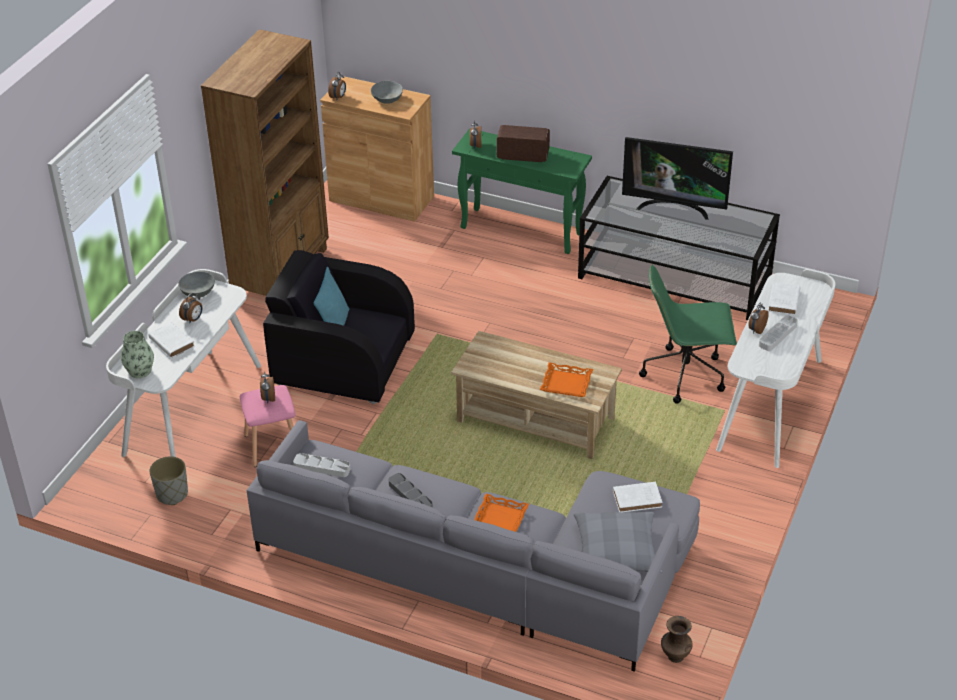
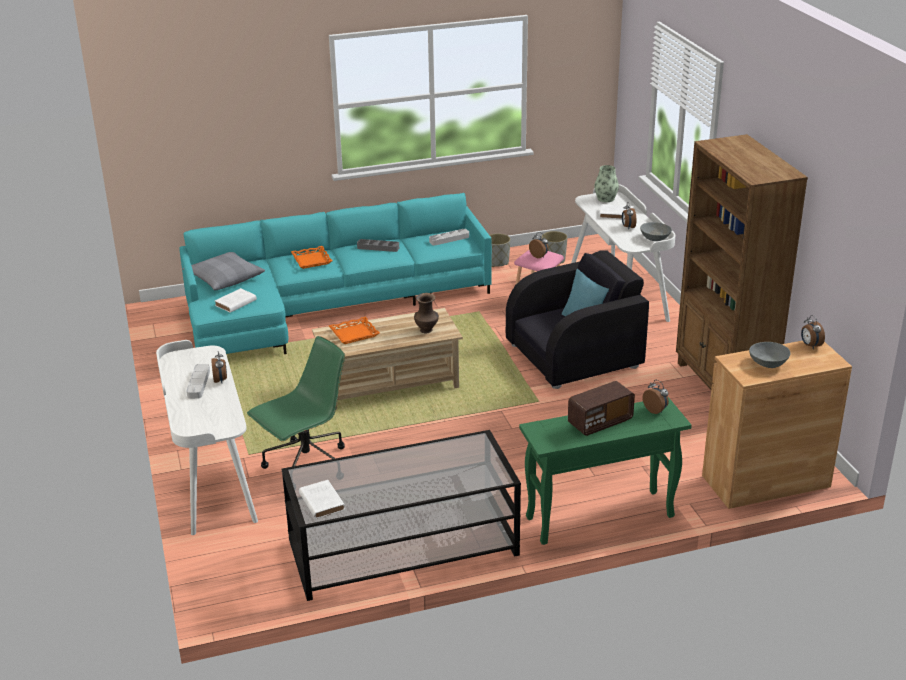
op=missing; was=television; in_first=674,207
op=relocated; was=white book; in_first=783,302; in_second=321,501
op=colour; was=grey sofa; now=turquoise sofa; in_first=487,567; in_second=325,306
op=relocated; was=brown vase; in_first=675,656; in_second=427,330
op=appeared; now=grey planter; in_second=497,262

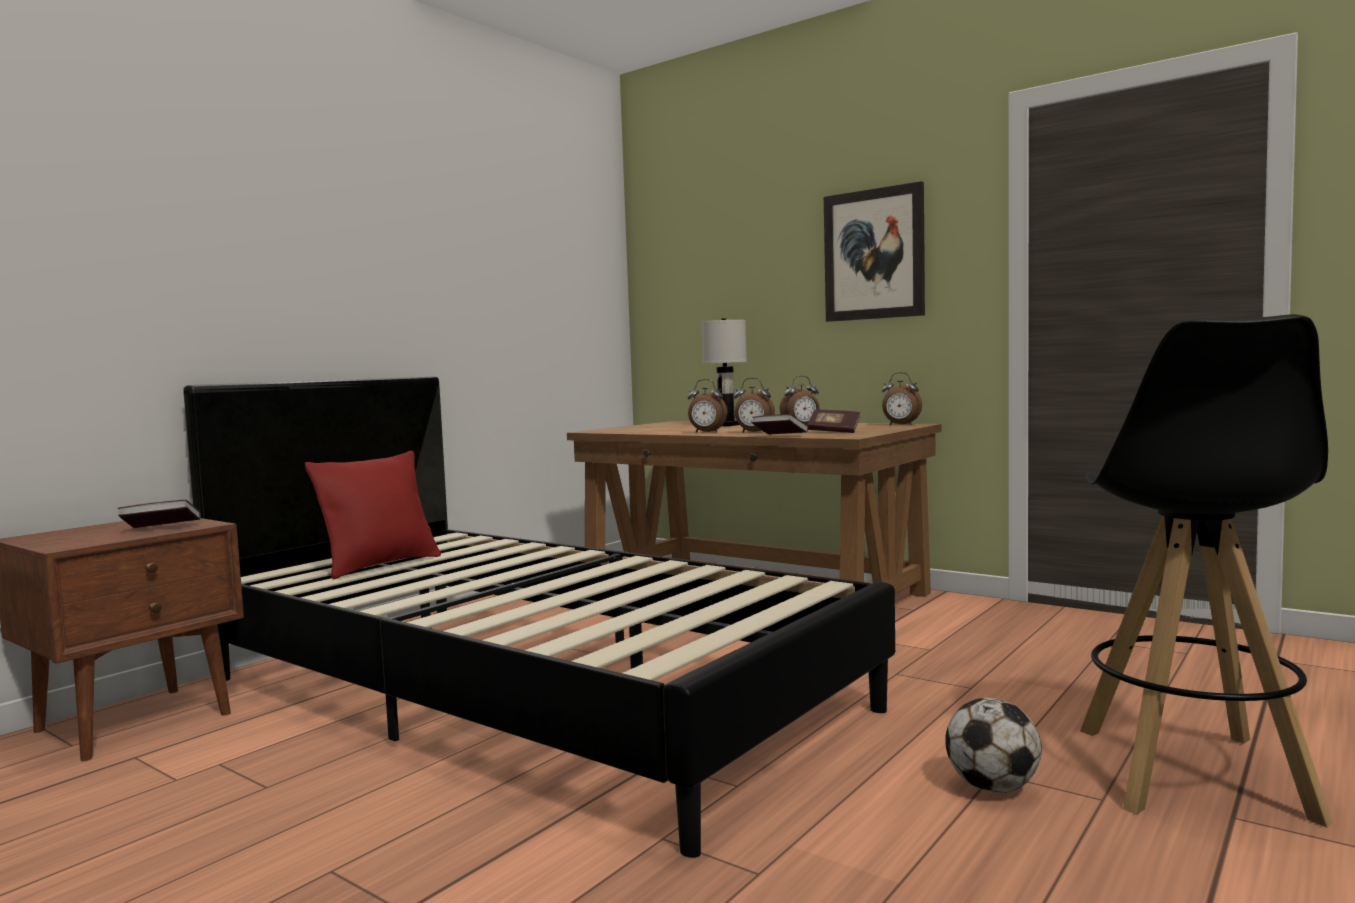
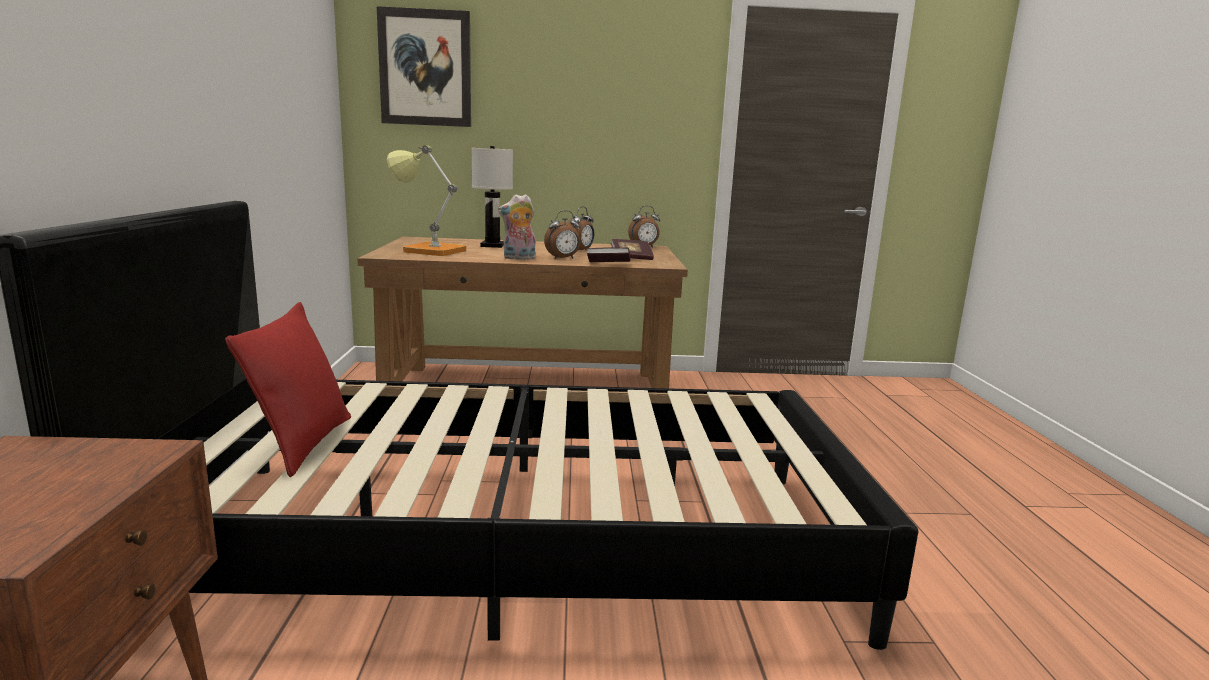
op=relocated; was=picture; in_first=874,254; in_second=425,68
op=missing; was=black stool; in_first=1192,774
op=exchanged; was=alarm clock; now=plush toy; in_first=706,432; in_second=519,258
op=missing; was=book; in_first=161,528
op=missing; was=football; in_first=992,787
op=appeared; now=table lamp; in_second=427,250

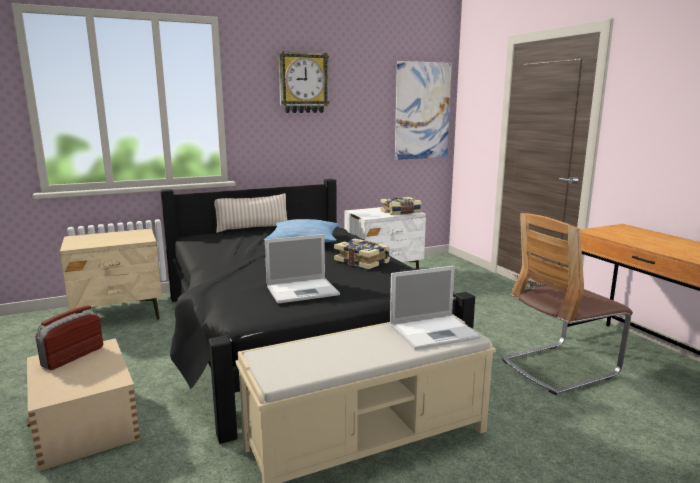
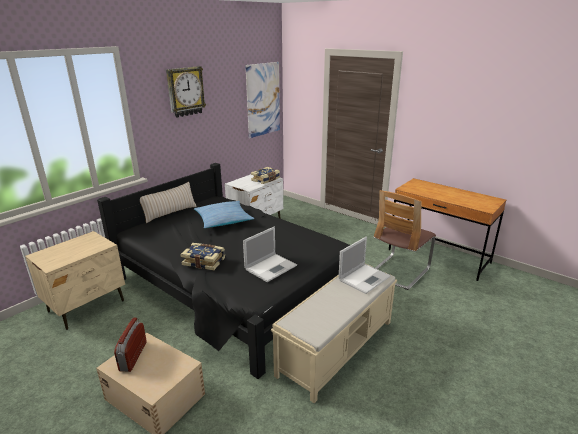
op=relocated; was=book; in_first=362,261; in_second=204,261

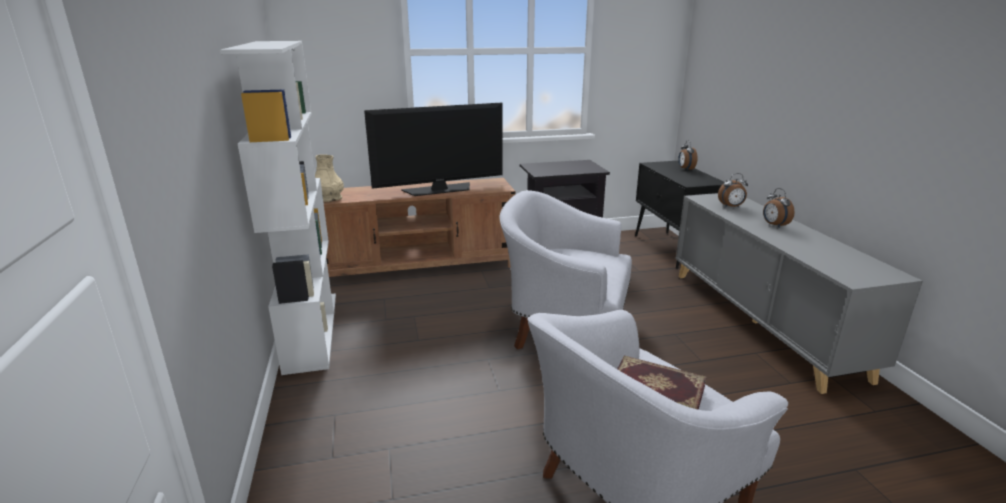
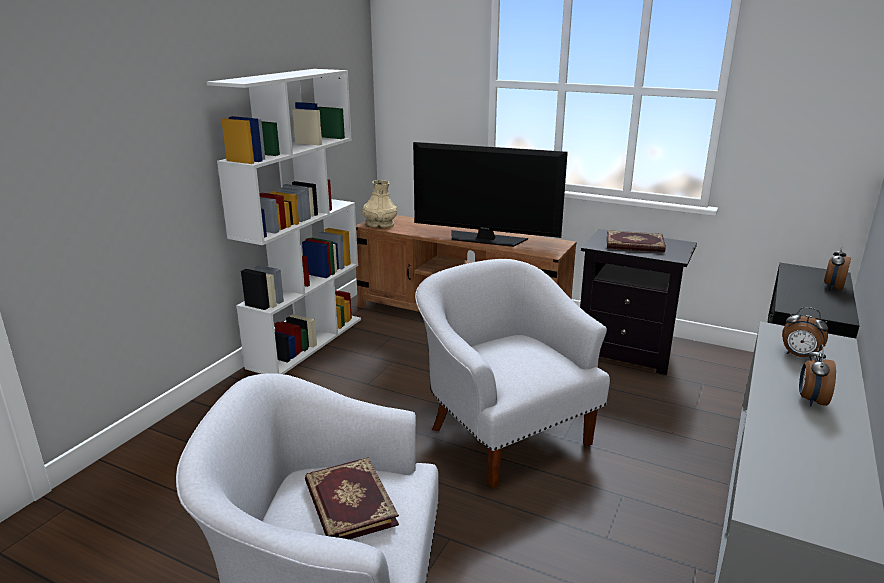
op=appeared; now=book; in_second=634,245

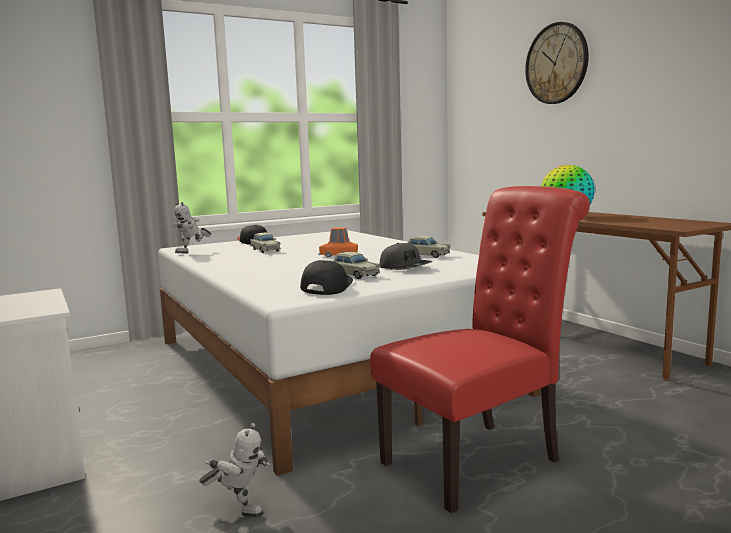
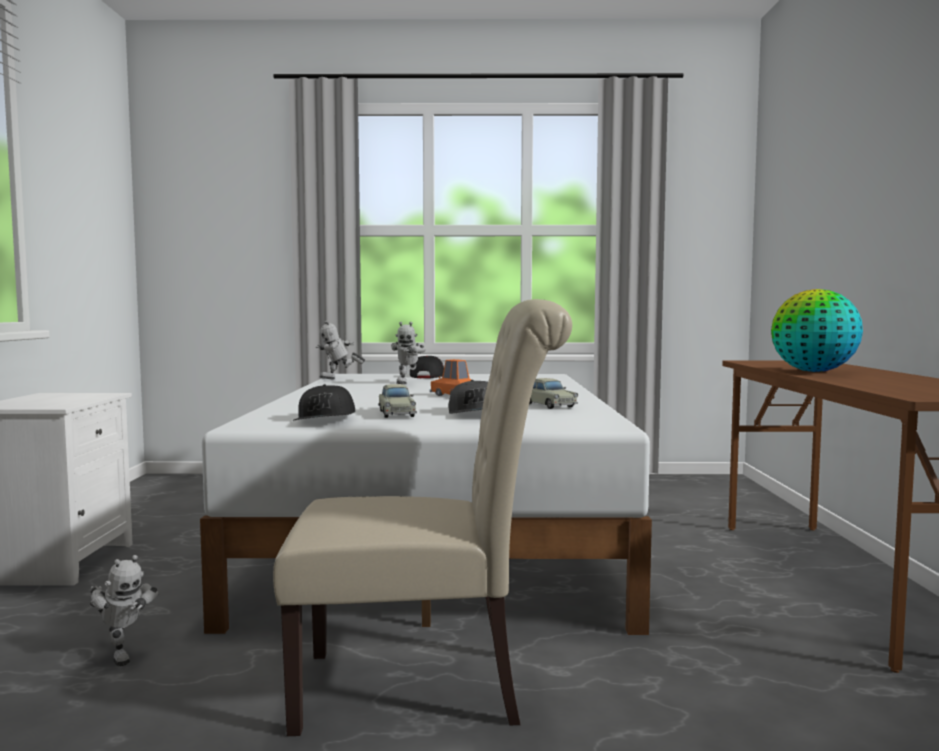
op=missing; was=wall clock; in_first=556,63
op=colour; was=red chair; now=beige chair; in_first=480,459; in_second=425,687
op=exchanged; was=beige toy car; now=toy robot; in_first=265,250; in_second=408,383
op=spun; was=black cap; in_first=326,287; in_second=326,420; clockwise=135

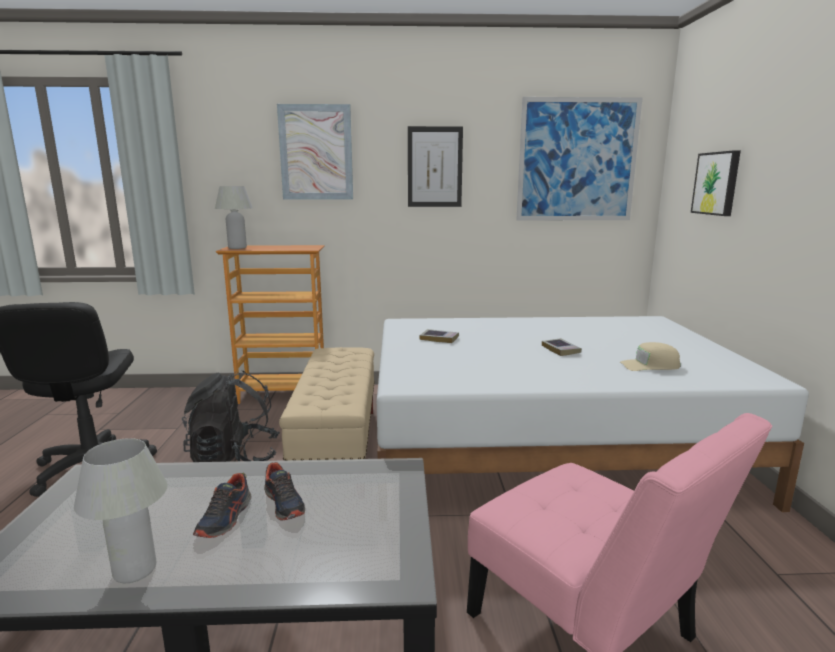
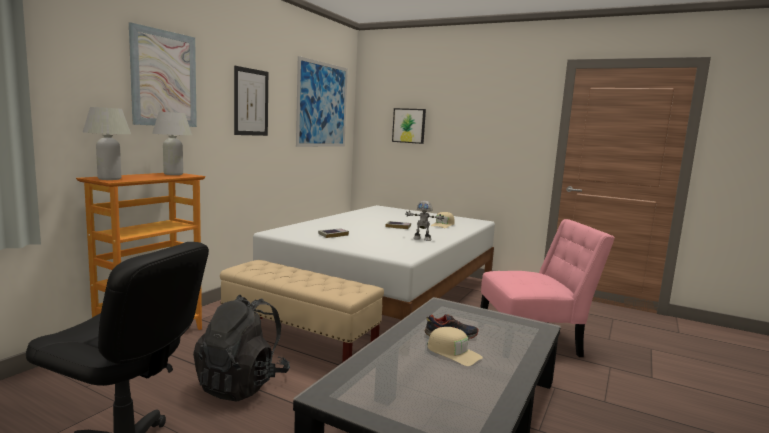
op=relocated; was=white table lamp; in_first=135,570; in_second=173,174
op=exchanged; was=shoe; now=beige cap; in_first=225,519; in_second=453,353
op=appeared; now=toy robot; in_second=422,239

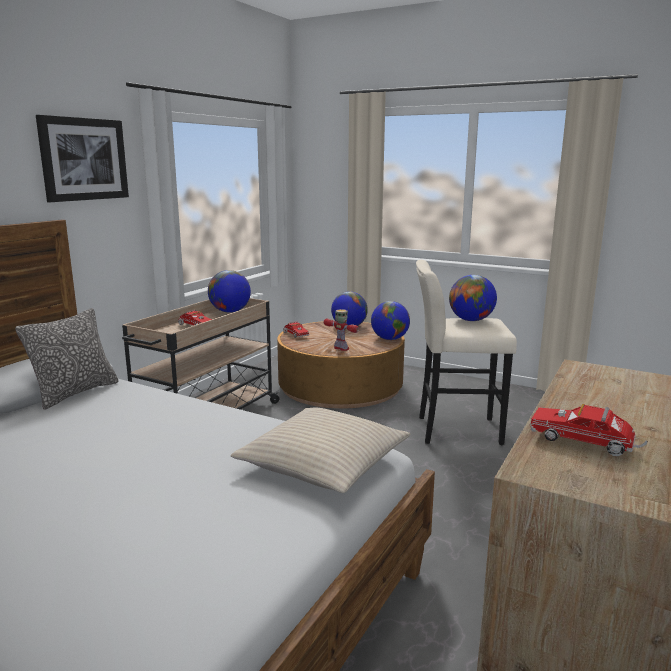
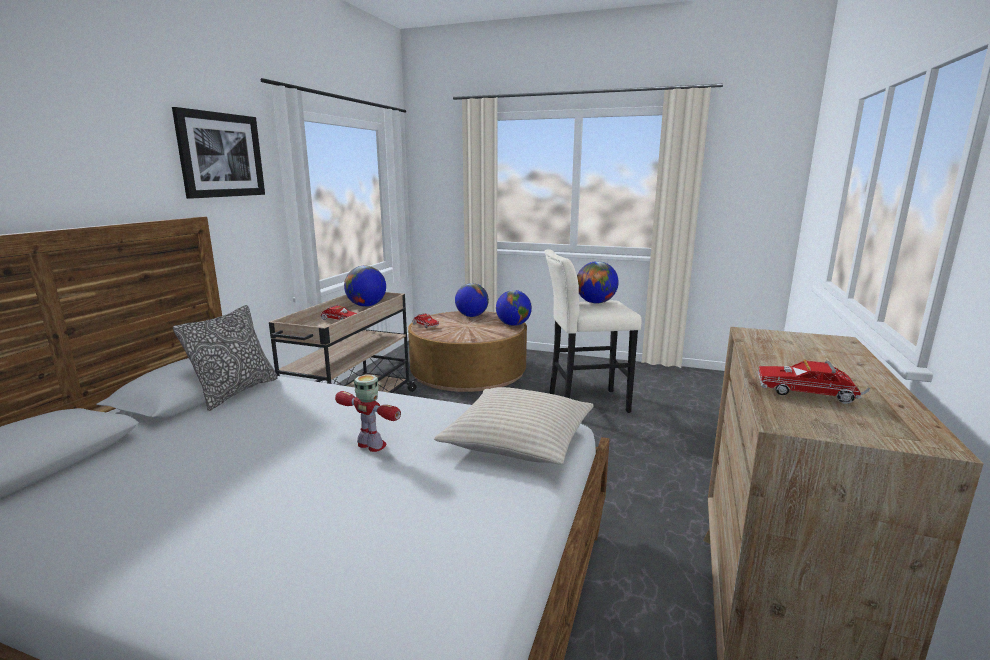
op=relocated; was=toy robot; in_first=341,348; in_second=372,446

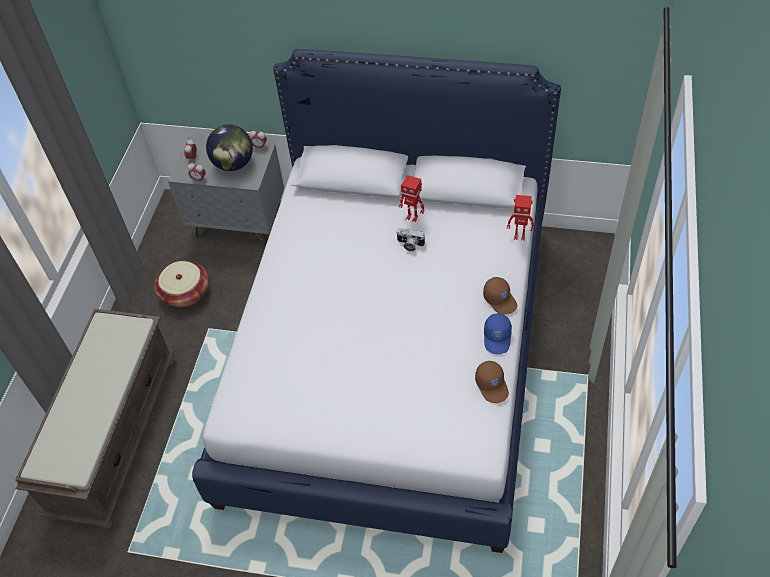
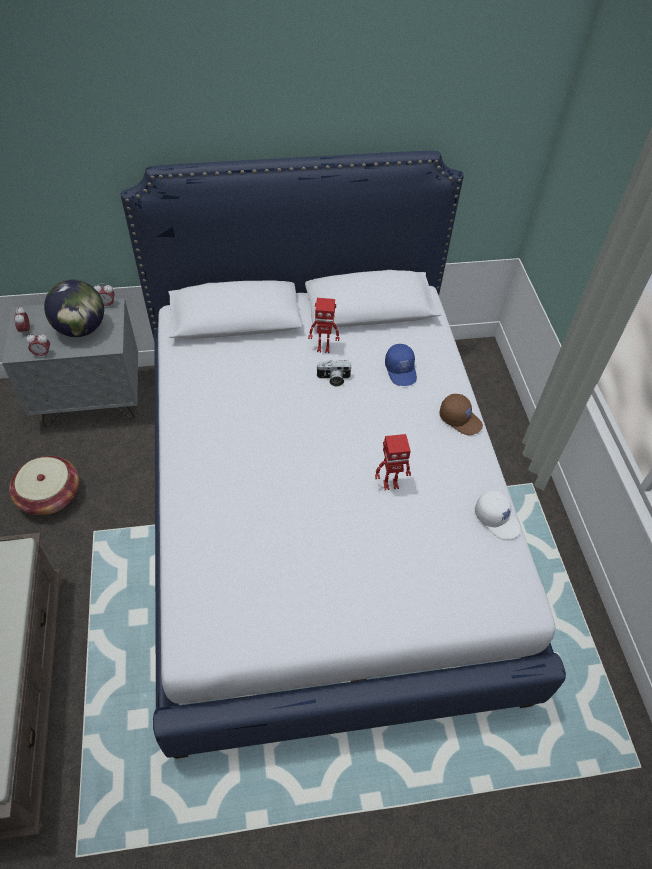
op=relocated; was=toy robot; in_first=519,236; in_second=390,484
op=relocated; was=blue cap; in_first=498,338; in_second=401,370
op=colour; was=brown cap; now=white cap; in_first=492,385; in_second=497,519

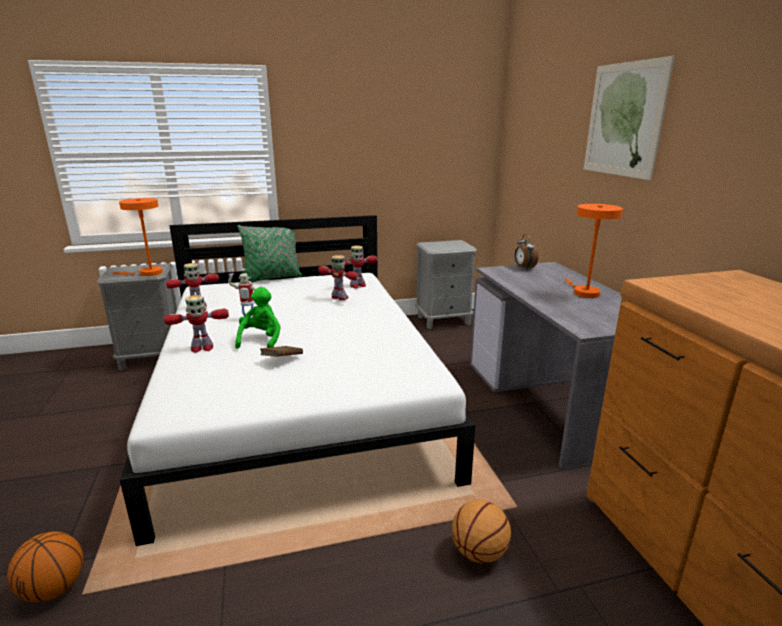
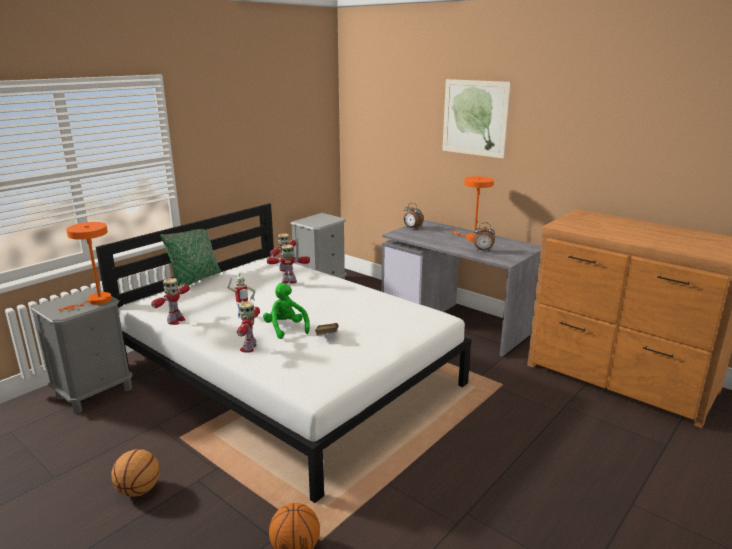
op=spun; was=toy robot; in_first=201,348; in_second=249,347; clockwise=150
op=relocated; was=basketball; in_first=479,553; in_second=139,490
op=appeared; now=alarm clock; in_second=483,250

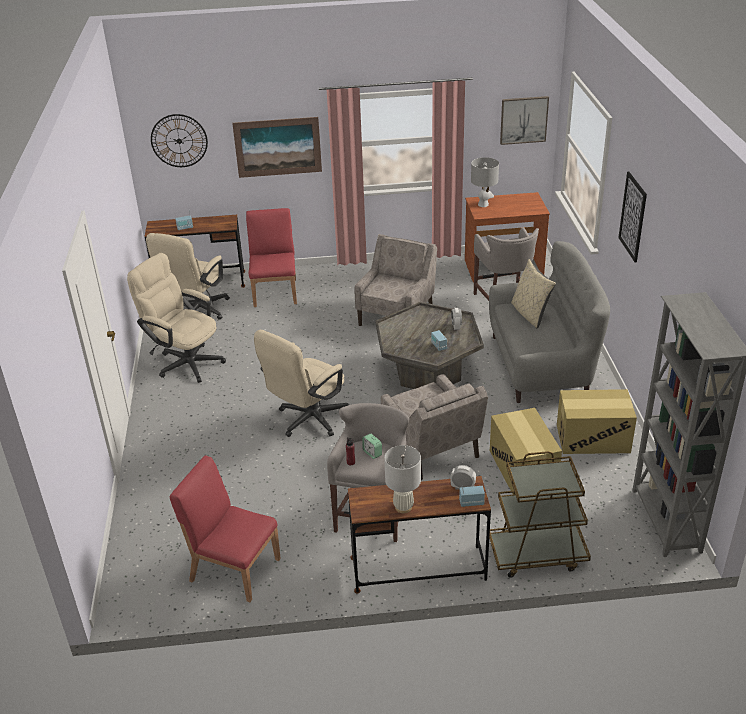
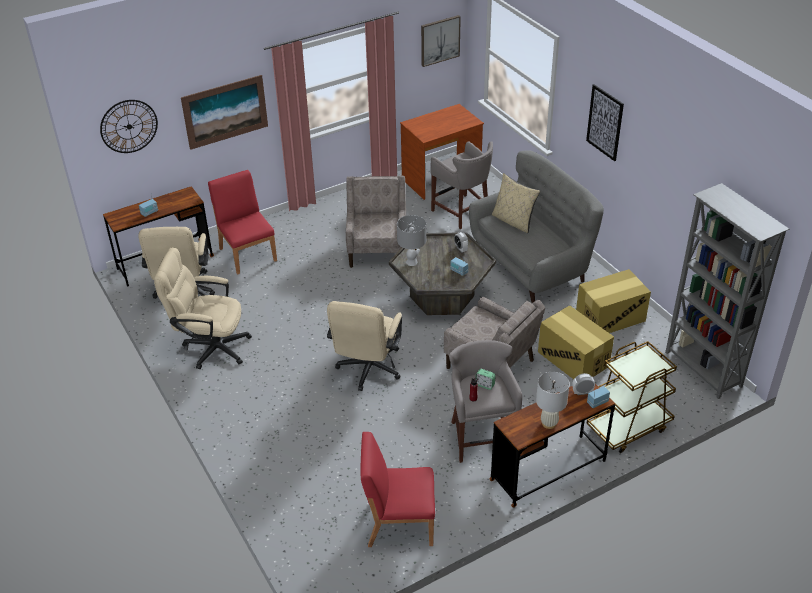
op=relocated; was=grey table lamp; in_first=483,204; in_second=412,262

